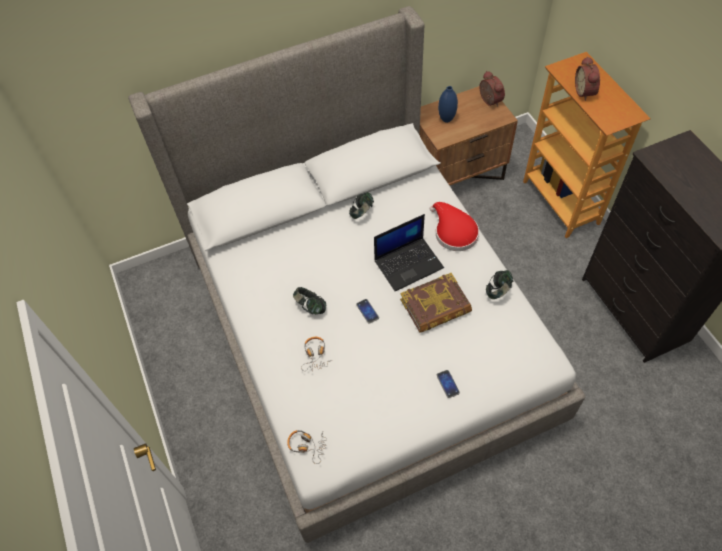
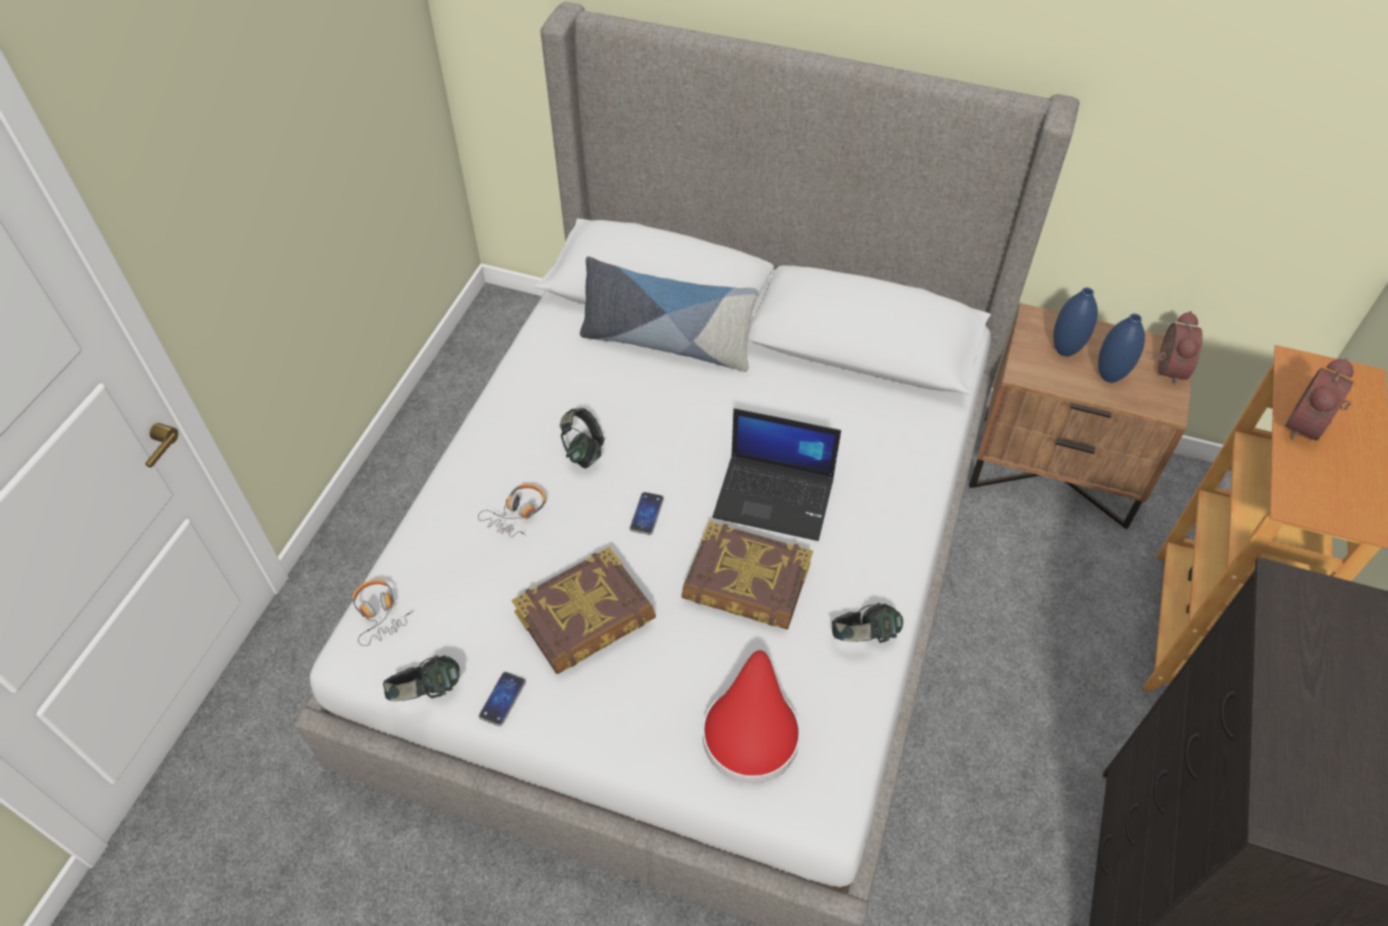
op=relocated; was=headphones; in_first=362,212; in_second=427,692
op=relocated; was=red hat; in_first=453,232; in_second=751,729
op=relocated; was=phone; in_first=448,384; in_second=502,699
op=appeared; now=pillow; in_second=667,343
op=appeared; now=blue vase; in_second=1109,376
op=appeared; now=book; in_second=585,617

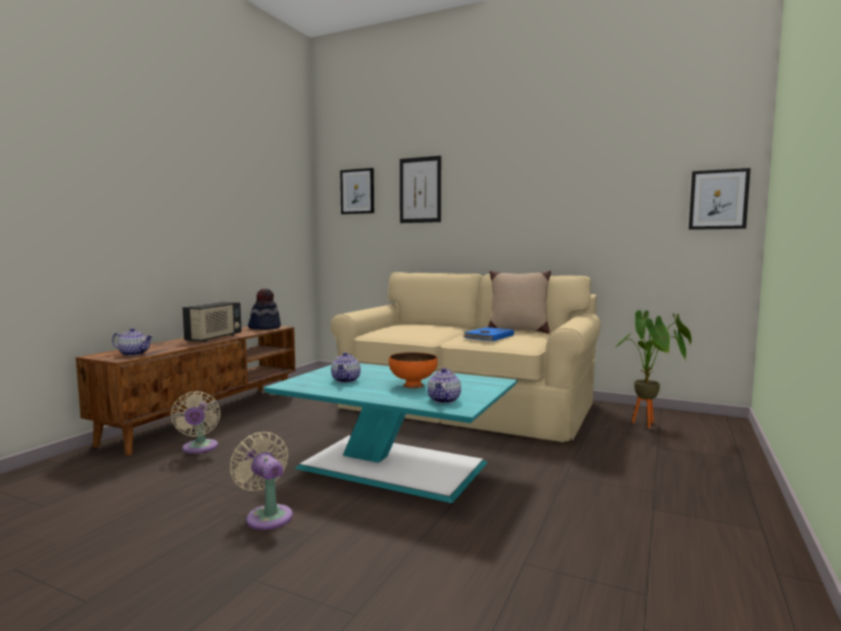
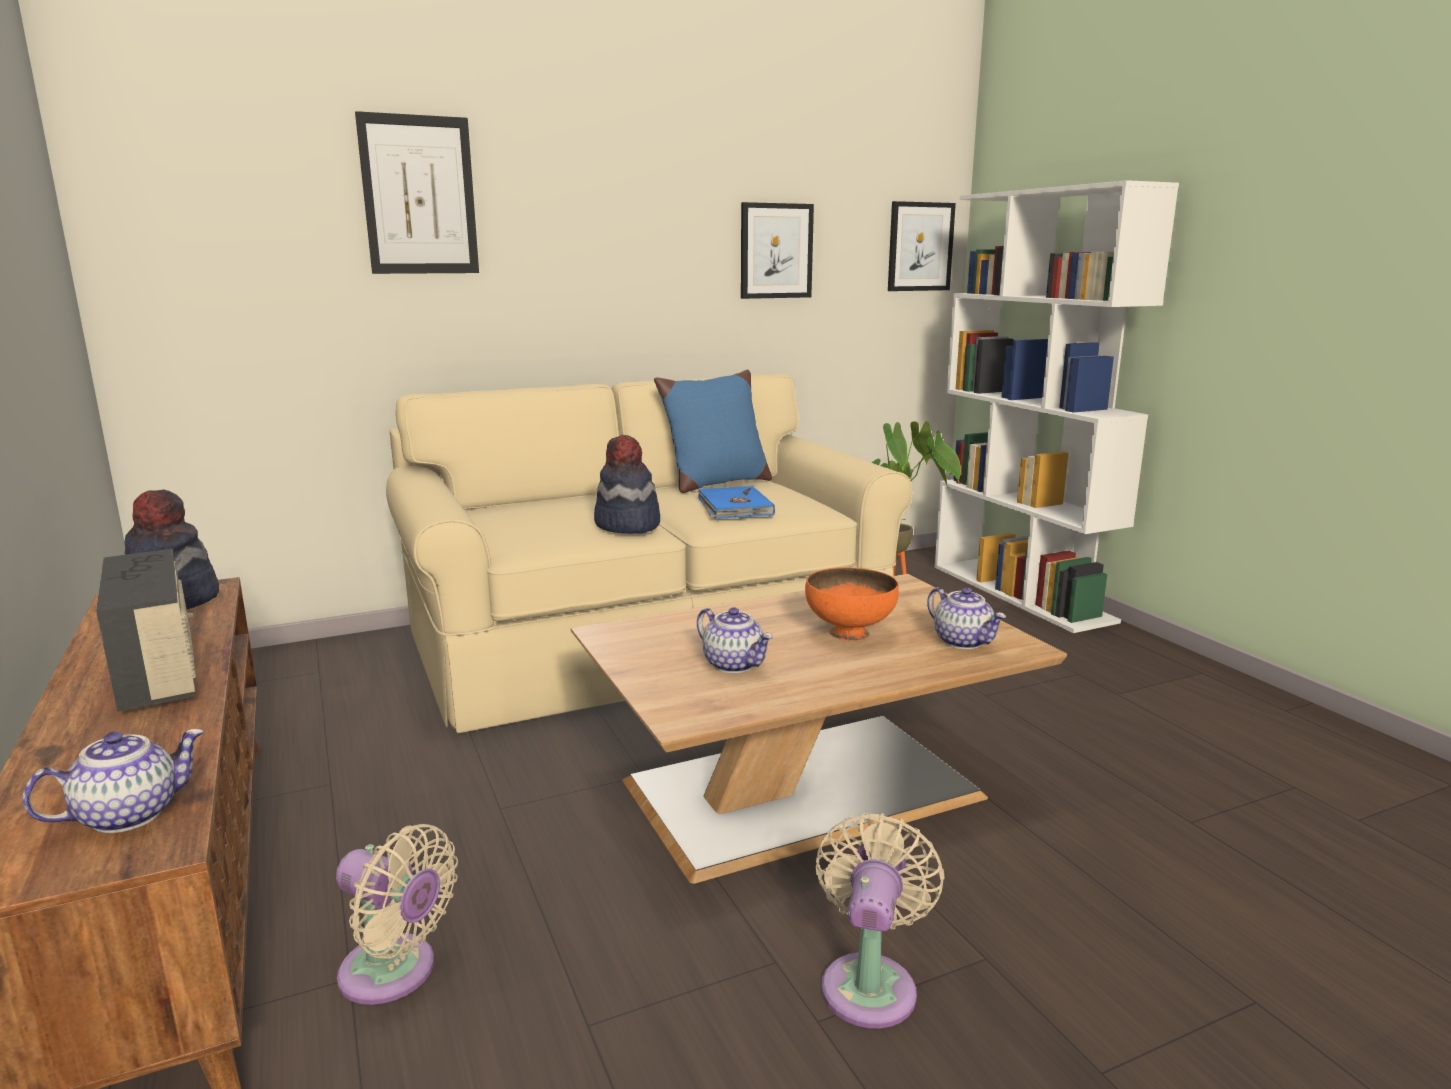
op=relocated; was=picture; in_first=357,191; in_second=776,251
op=colour; was=beige pillow; now=blue pillow; in_first=517,330; in_second=716,484
op=colour; was=turquoise coffee table; now=brown coffee table; in_first=396,465; in_second=807,786
op=spun; was=beige fan; in_first=267,515; in_second=870,982; clockwise=105
op=appeared; now=white bookcase; in_second=1021,593
op=appeared; now=hat; in_second=627,525

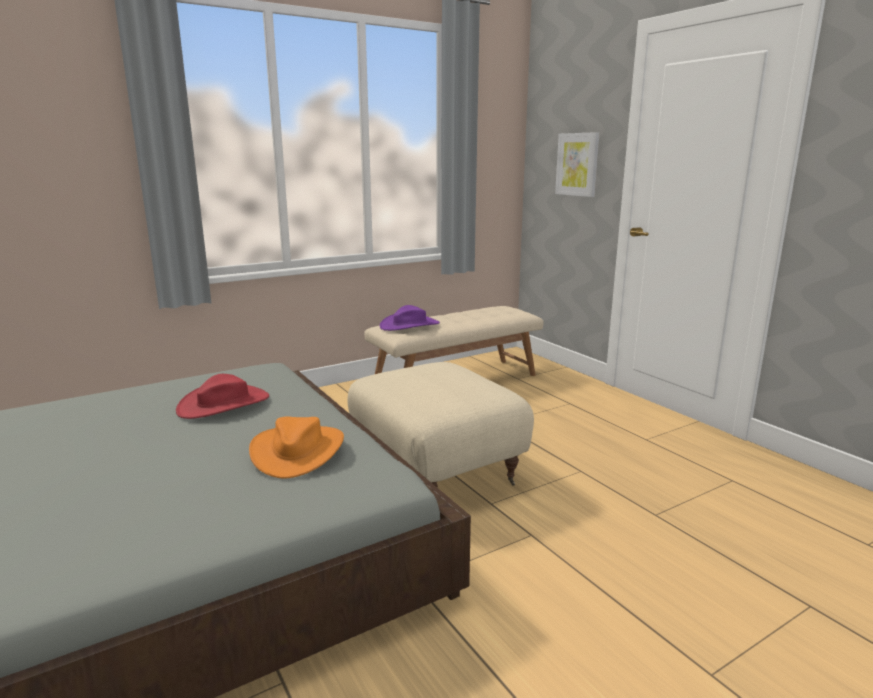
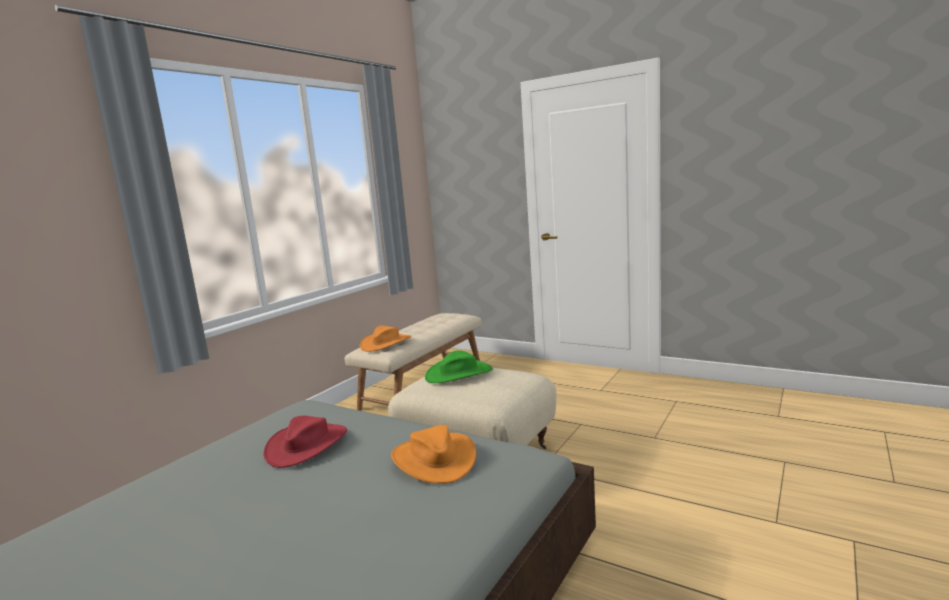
op=missing; was=picture; in_first=577,164
op=colour; was=purple hat; now=orange hat; in_first=409,325; in_second=386,343
op=appeared; now=green hat; in_second=459,373

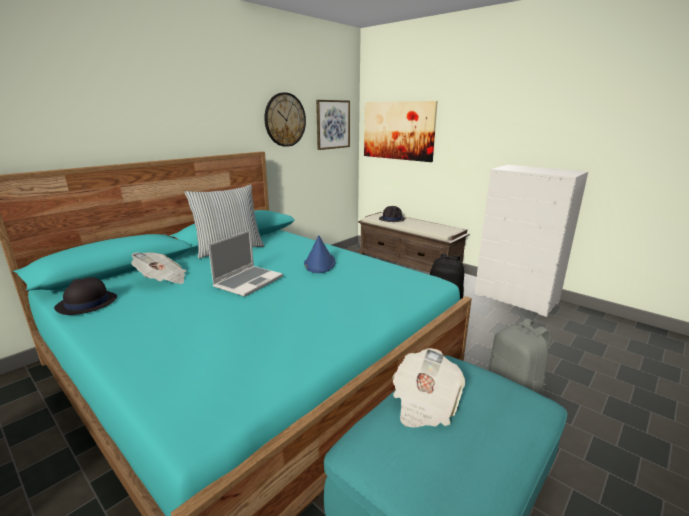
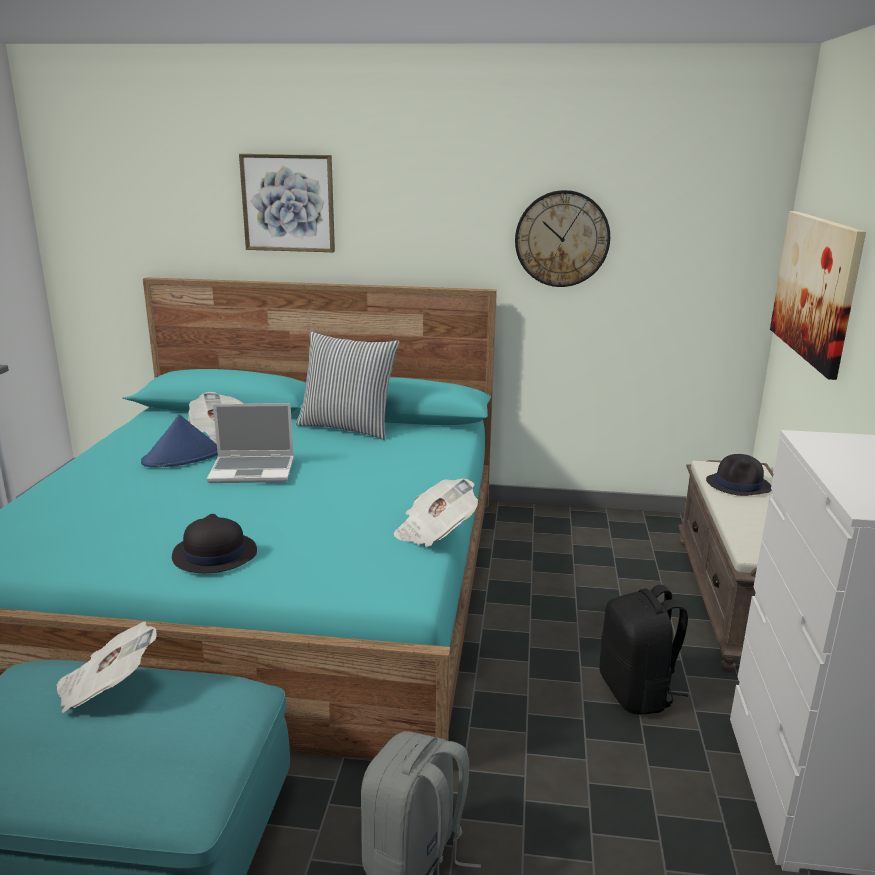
op=relocated; was=picture; in_first=333,124; in_second=288,203
op=relocated; was=blue hat; in_first=319,263; in_second=183,457
op=relocated; was=black hat; in_first=86,303; in_second=214,554
op=appeared; now=newspaper; in_second=434,532

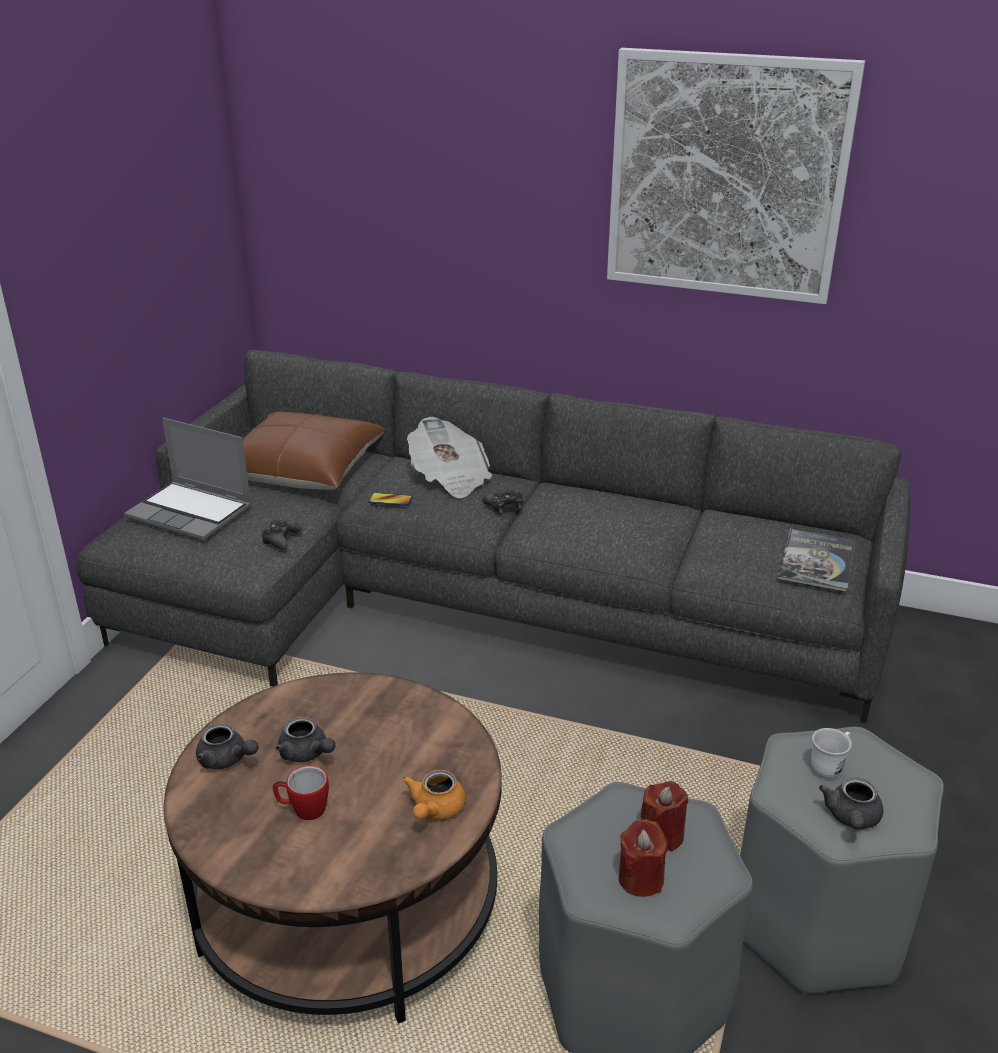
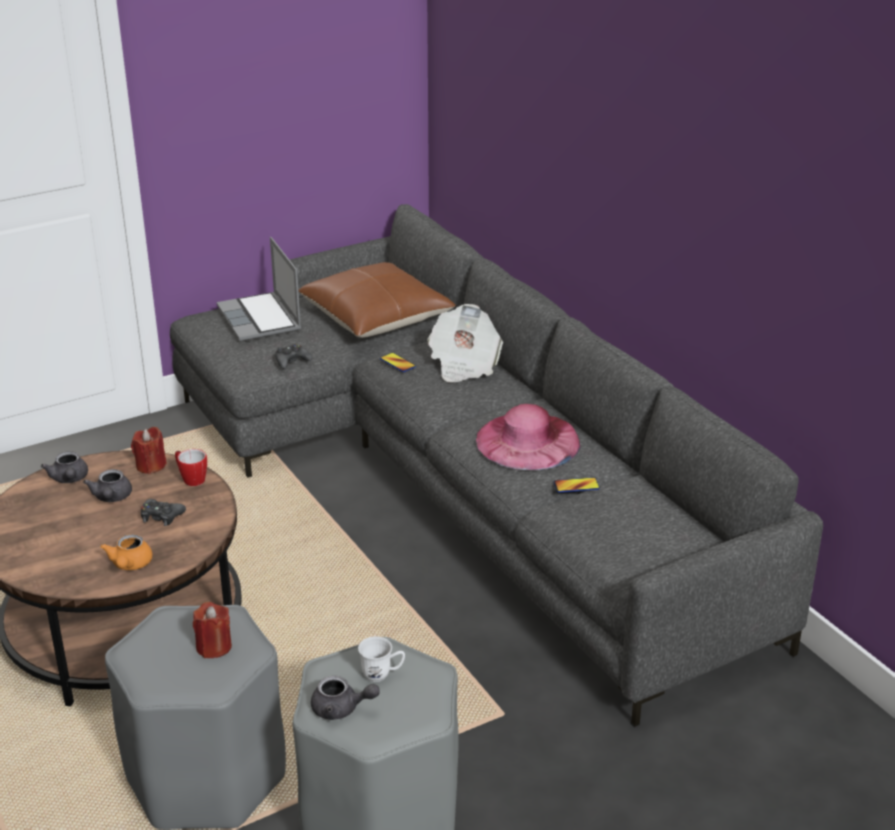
op=missing; was=picture; in_first=726,177
op=relocated; was=black game controller; in_first=504,505; in_second=161,516
op=missing; was=book; in_first=816,561
op=relocated; was=mug; in_first=303,810; in_second=191,479
op=spun; was=orange teapot; in_first=435,810; in_second=130,565; clockwise=-60
op=spun; was=grey teapot; in_first=851,819; in_second=341,709; clockwise=-135
op=relocated; was=red candle; in_first=640,879; in_second=151,466
op=appeared; now=pink hat; in_second=528,441
op=appeared; now=phone; in_second=576,486

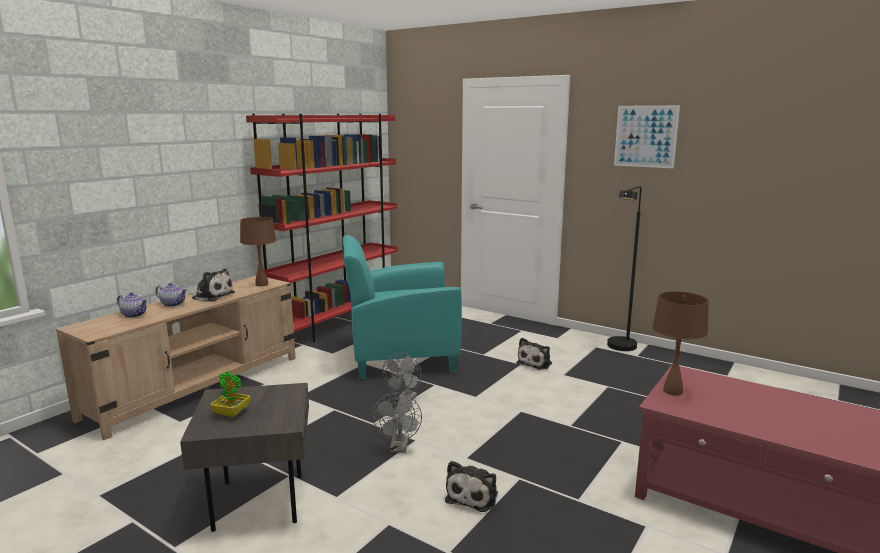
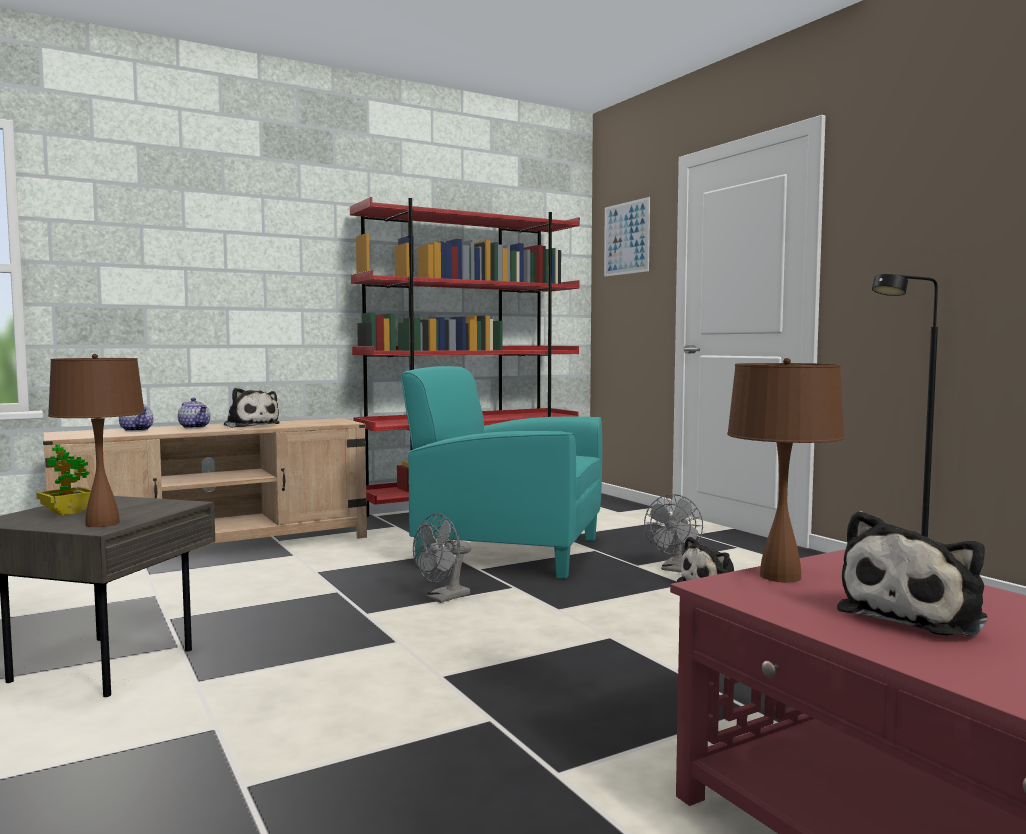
op=relocated; was=picture; in_first=645,136; in_second=626,238
op=relocated; was=brown table lamp; in_first=262,284; in_second=102,524
op=relocated; was=grey fan; in_first=399,448; in_second=675,569
op=relocated; was=plush toy; in_first=473,495; in_second=916,615

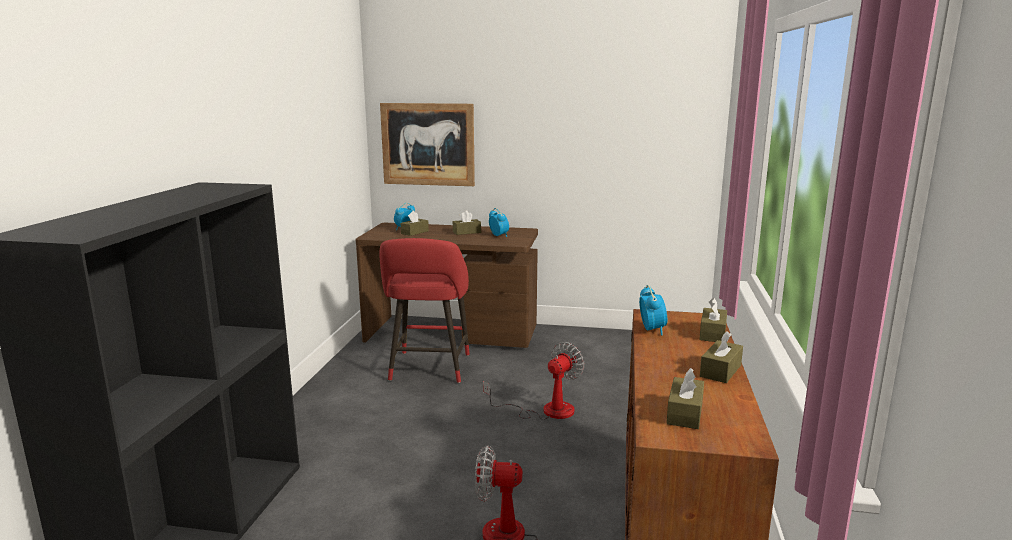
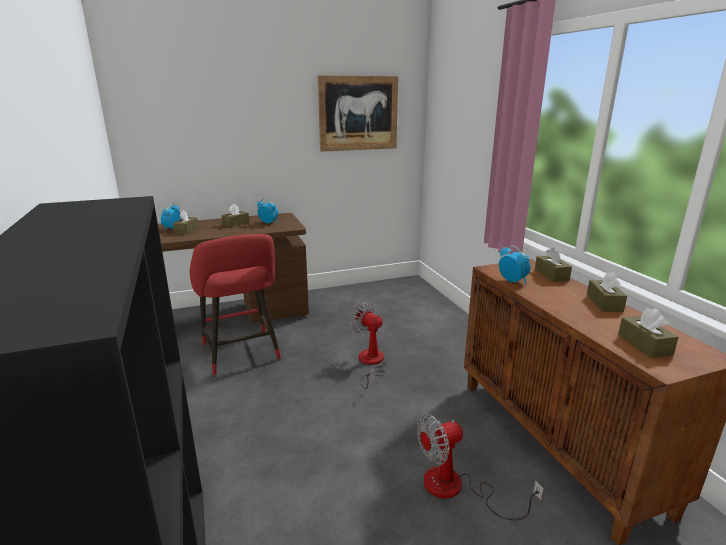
op=relocated; was=picture; in_first=428,144; in_second=358,113
op=spun; was=fan; in_first=546,411; in_second=370,363; clockwise=-60

